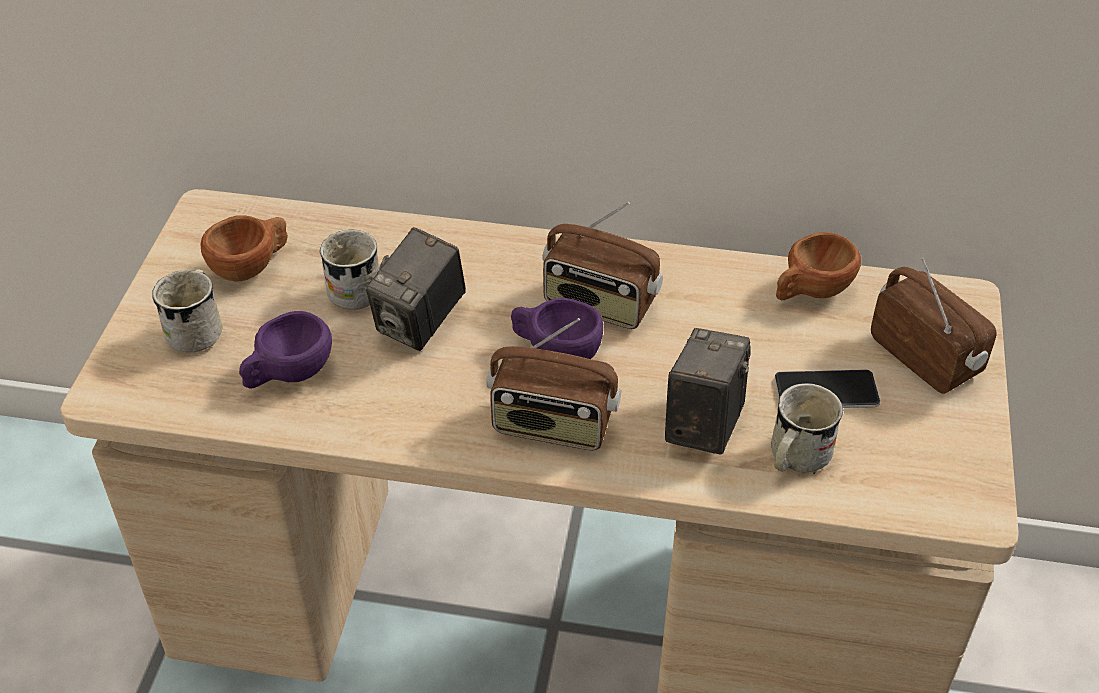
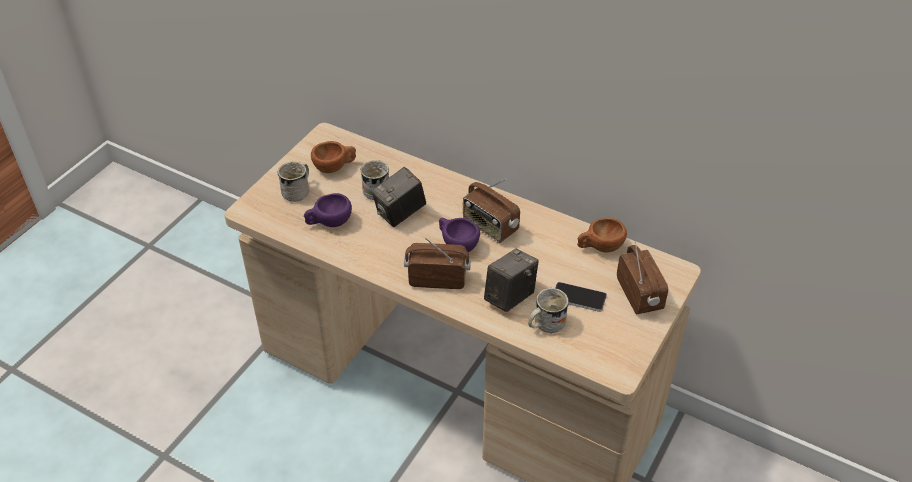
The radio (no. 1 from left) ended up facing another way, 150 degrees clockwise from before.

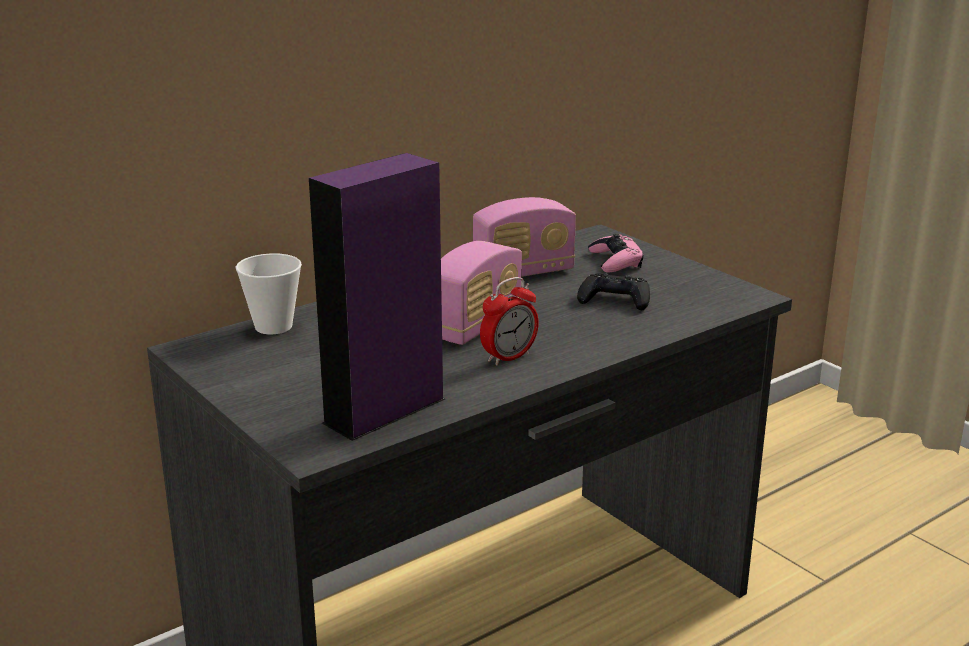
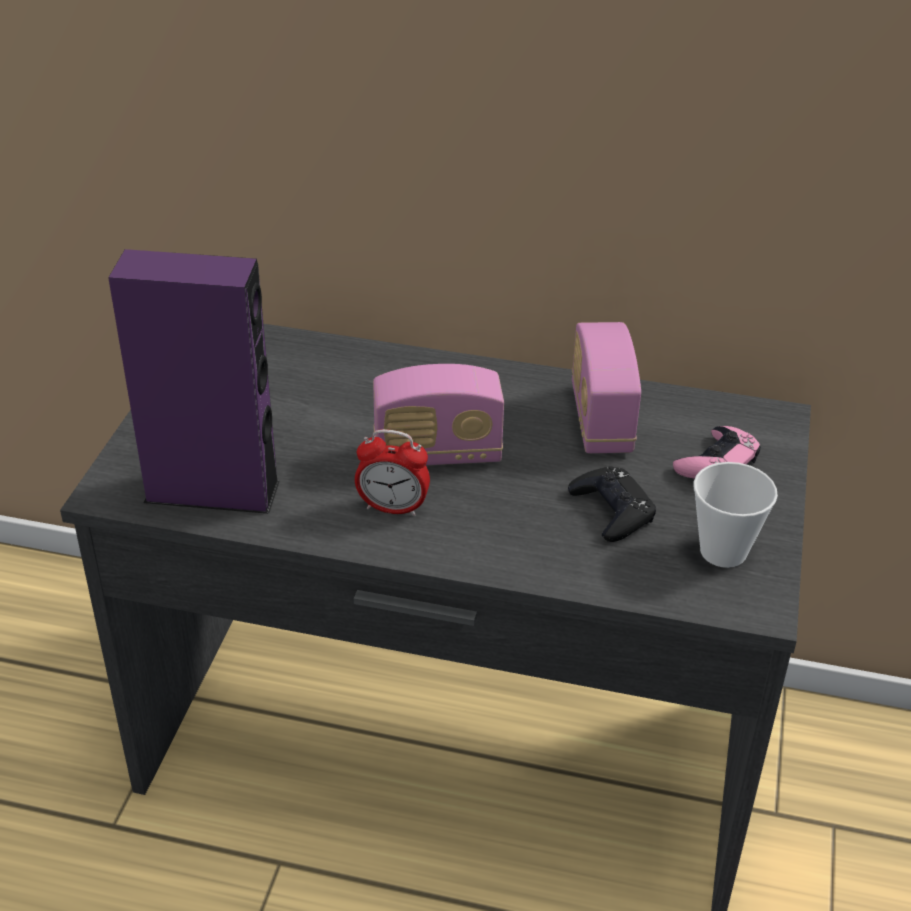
The filiżanka ended up elsewhere. The radio (no. 2 from left) ended up facing another way, 60 degrees clockwise from before.

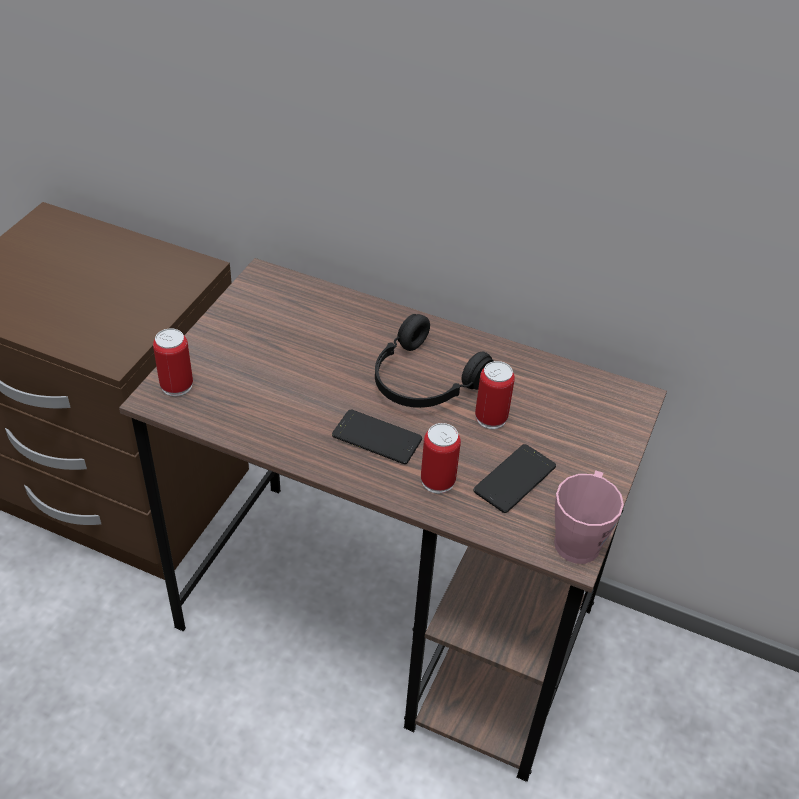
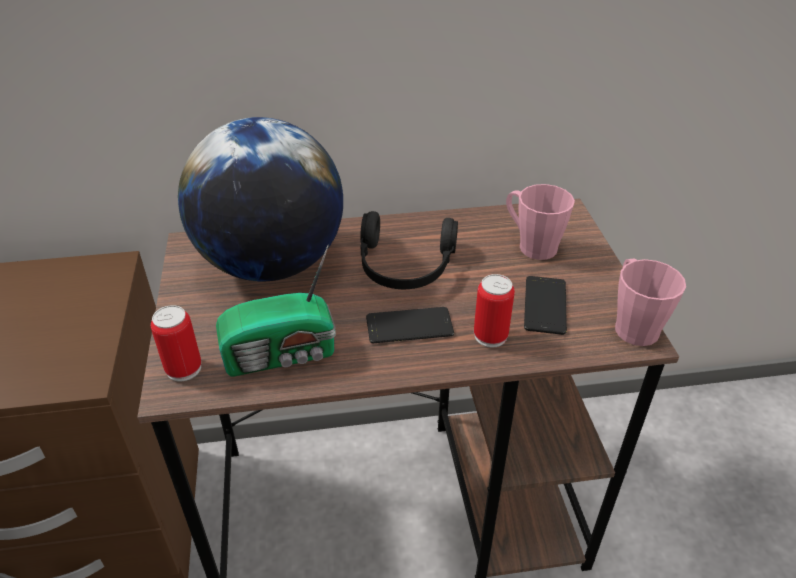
The second view lost the puszka (no. 3 from left). The second view gained the globus. The second view gained the radio. The second view gained the kubek [różowy] (no. 1 from left).

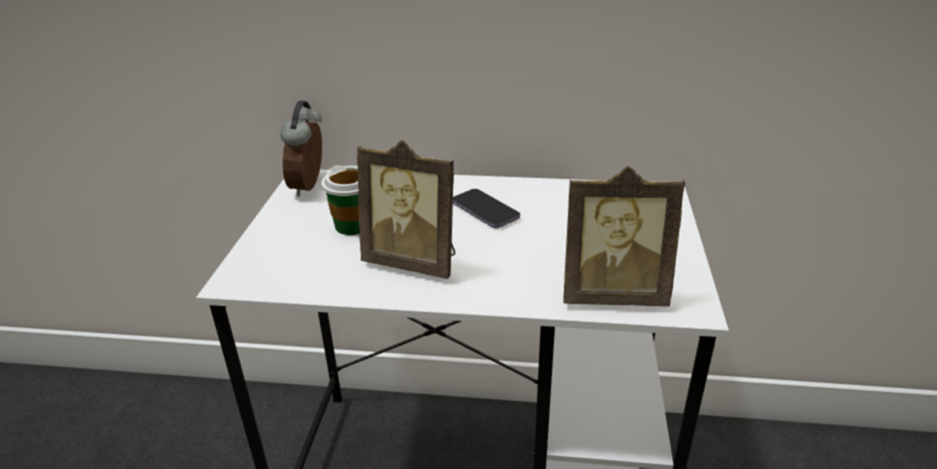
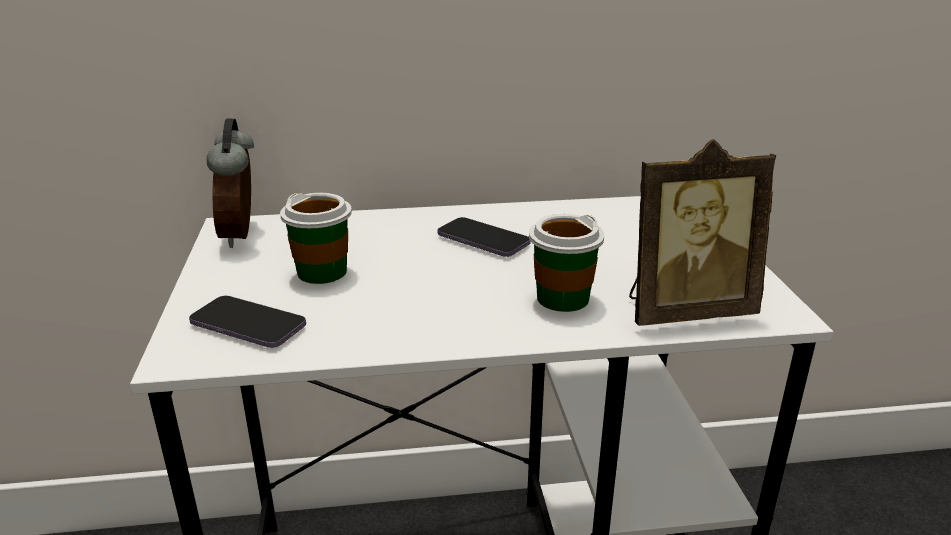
The second view lost the ramka na zdjęcie (no. 1 from left). The second view gained the telefon (no. 1 from left). The second view gained the filiżanka (no. 2 from left).

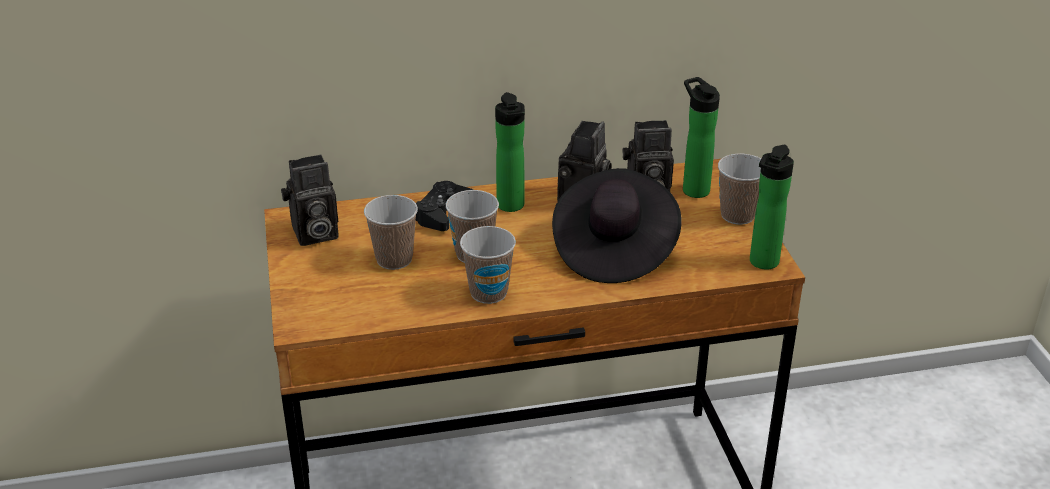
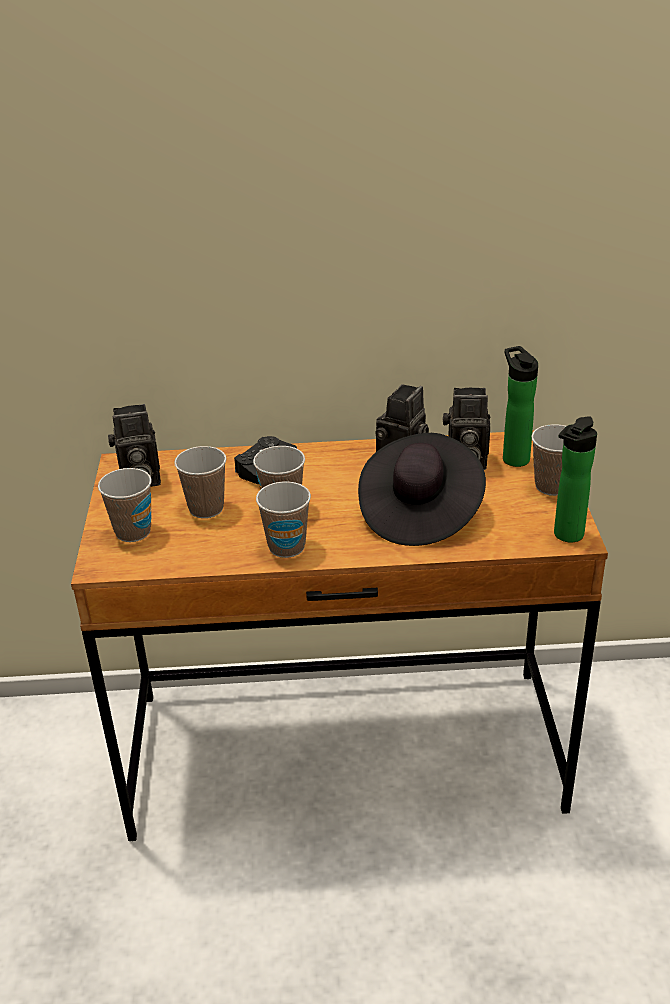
The second view lost the butelka (no. 1 from left). The second view gained the filiżanka (no. 1 from left).

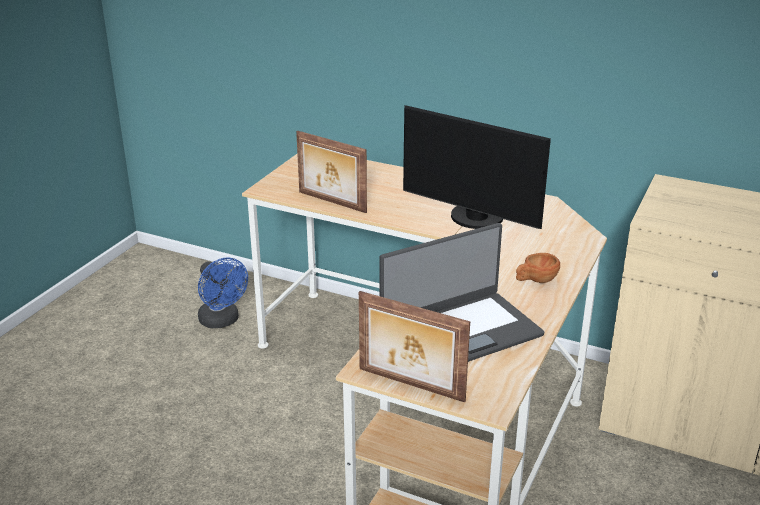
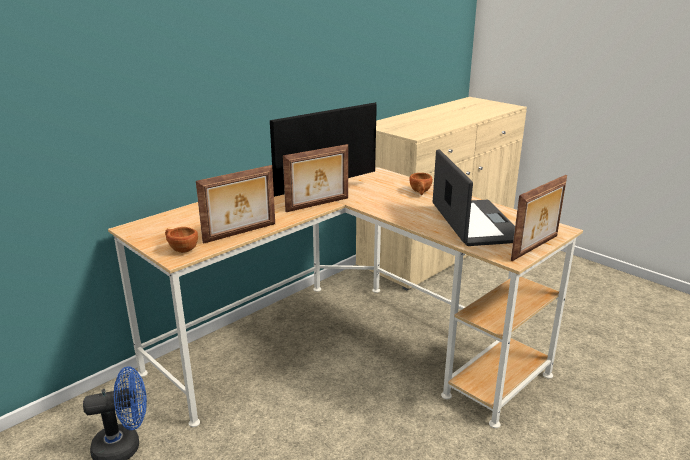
The second view gained the filiżanka [brązowy] (no. 1 from left). The second view gained the ramka na zdjęcie (no. 2 from left).

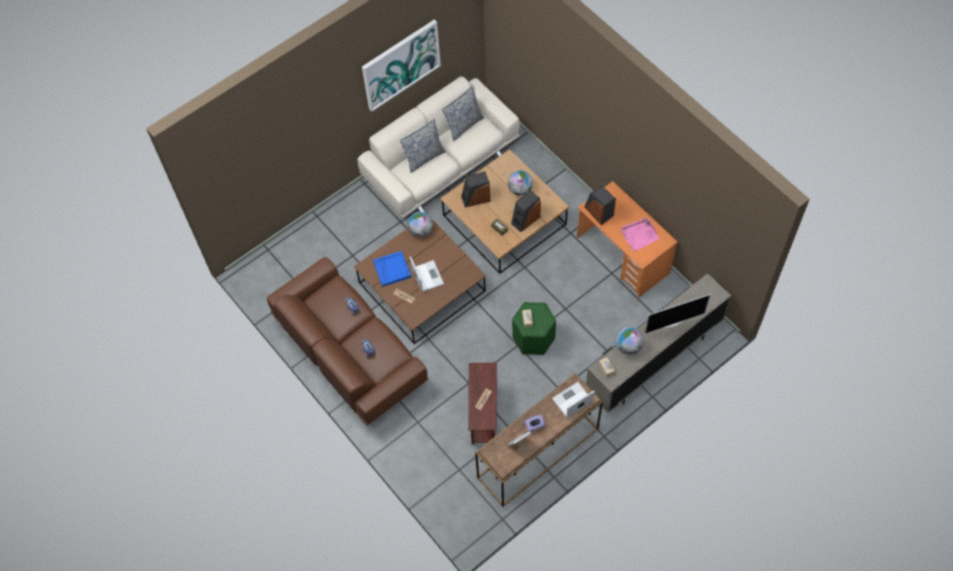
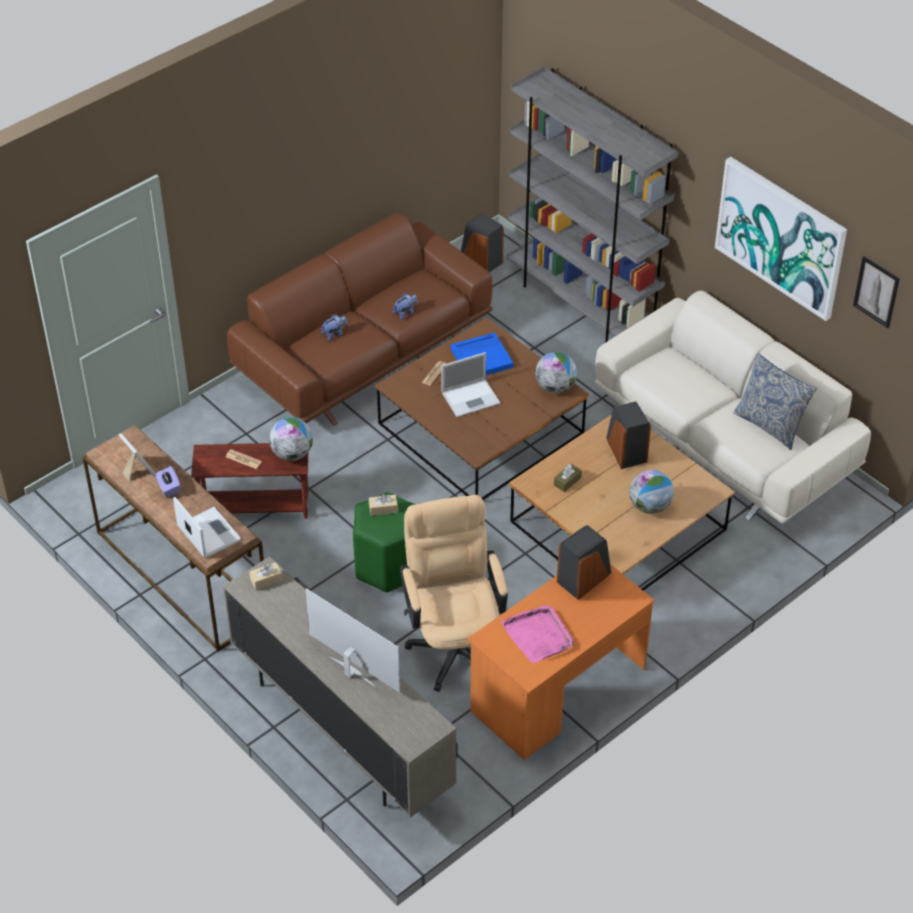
The second view lost the poduszka (no. 1 from left). The głośnik (no. 2 from left in the first image) ended up elsewhere. The globus (no. 3 from left in the first image) ended up elsewhere. The telewizor ended up facing another way, 150 degrees clockwise from before. The second view gained the krzesło biurowe [beżowy]. The second view gained the regał [szary]. The second view gained the obraz (no. 2 from left).

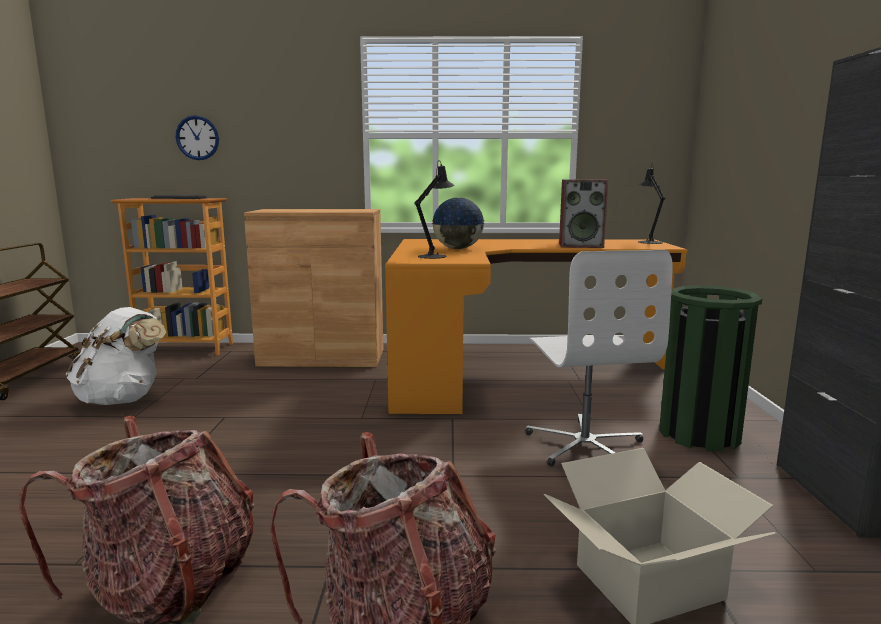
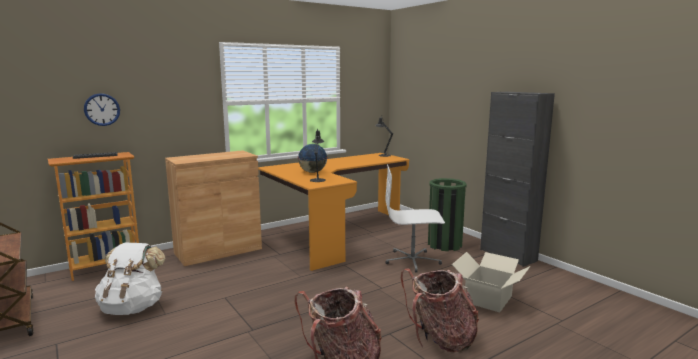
The krzesło biurowe [biały] ended up facing another way, 135 degrees clockwise from before. The second view lost the głośnik.

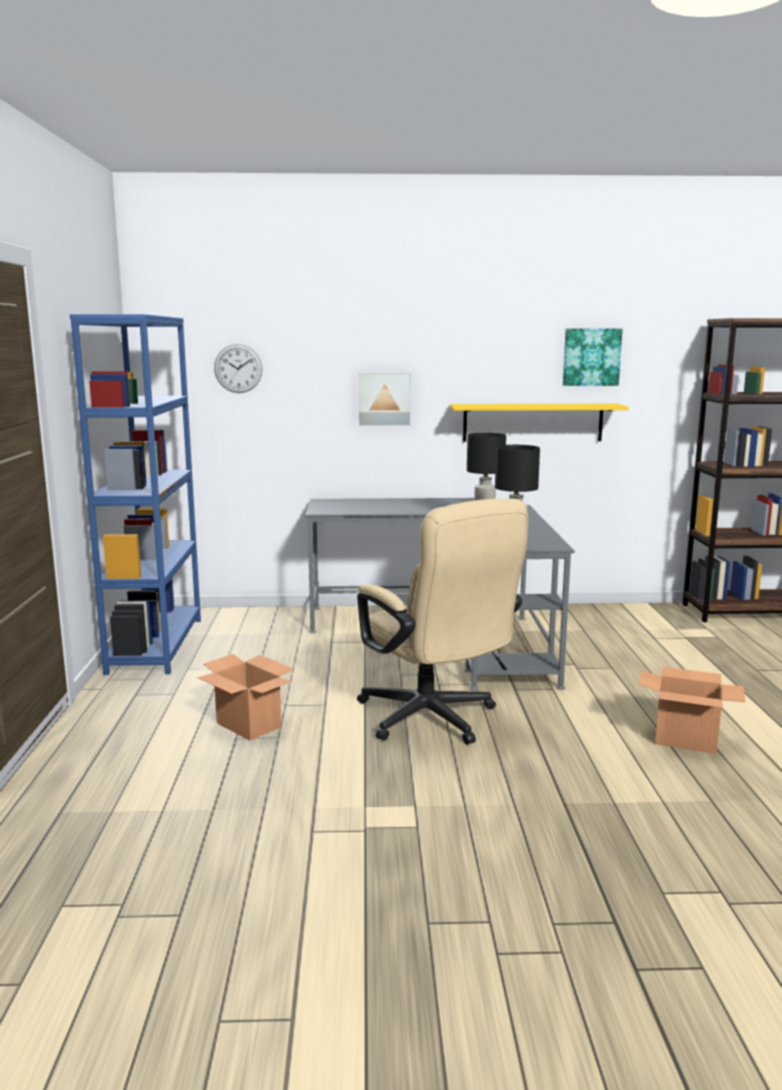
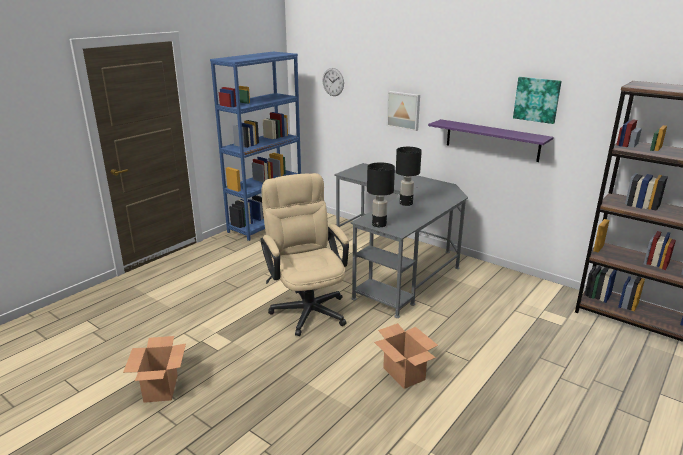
The karton (no. 1 from left) ended up elsewhere. The krzesło biurowe [beżowy] ended up facing another way, 150 degrees clockwise from before. What was the półka [żółty] turned into the półka [fioletowy].

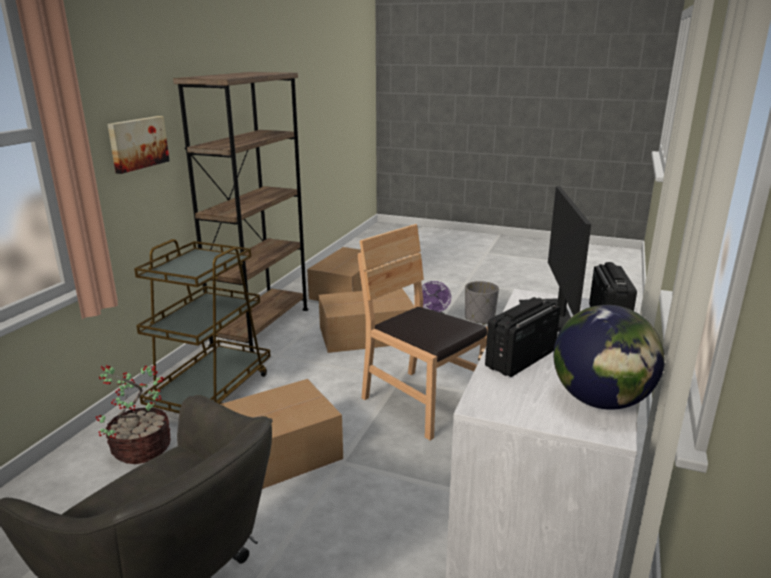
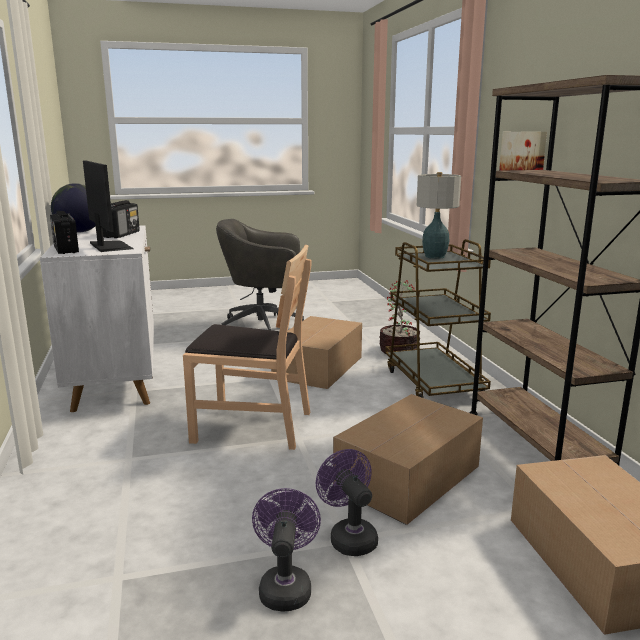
Where the donica [szary] stood, the wentylator [fioletowy] (no. 1 from left) came to stand. The second view gained the lampa stołowa.

